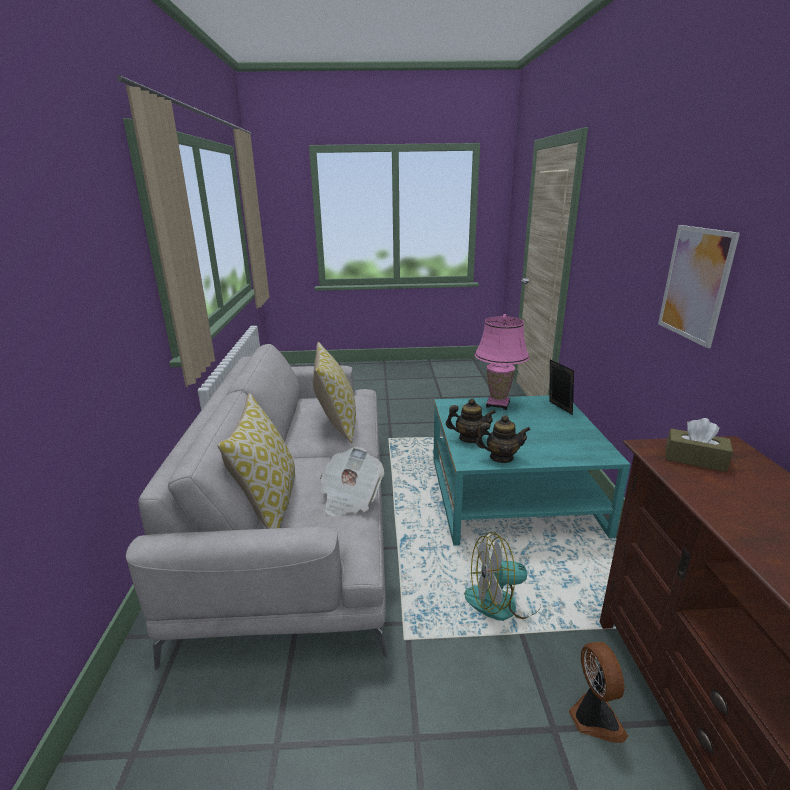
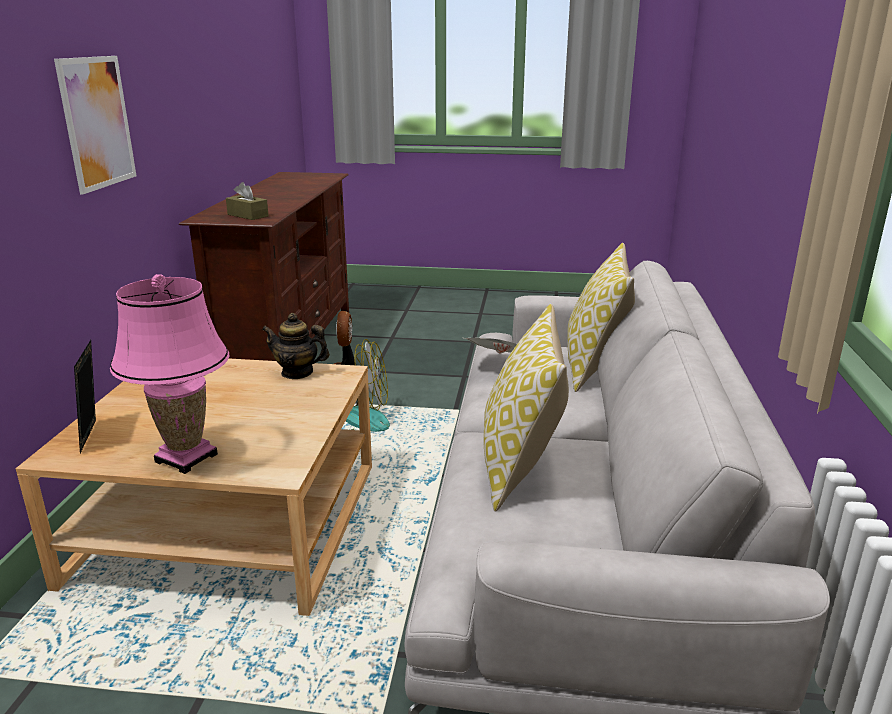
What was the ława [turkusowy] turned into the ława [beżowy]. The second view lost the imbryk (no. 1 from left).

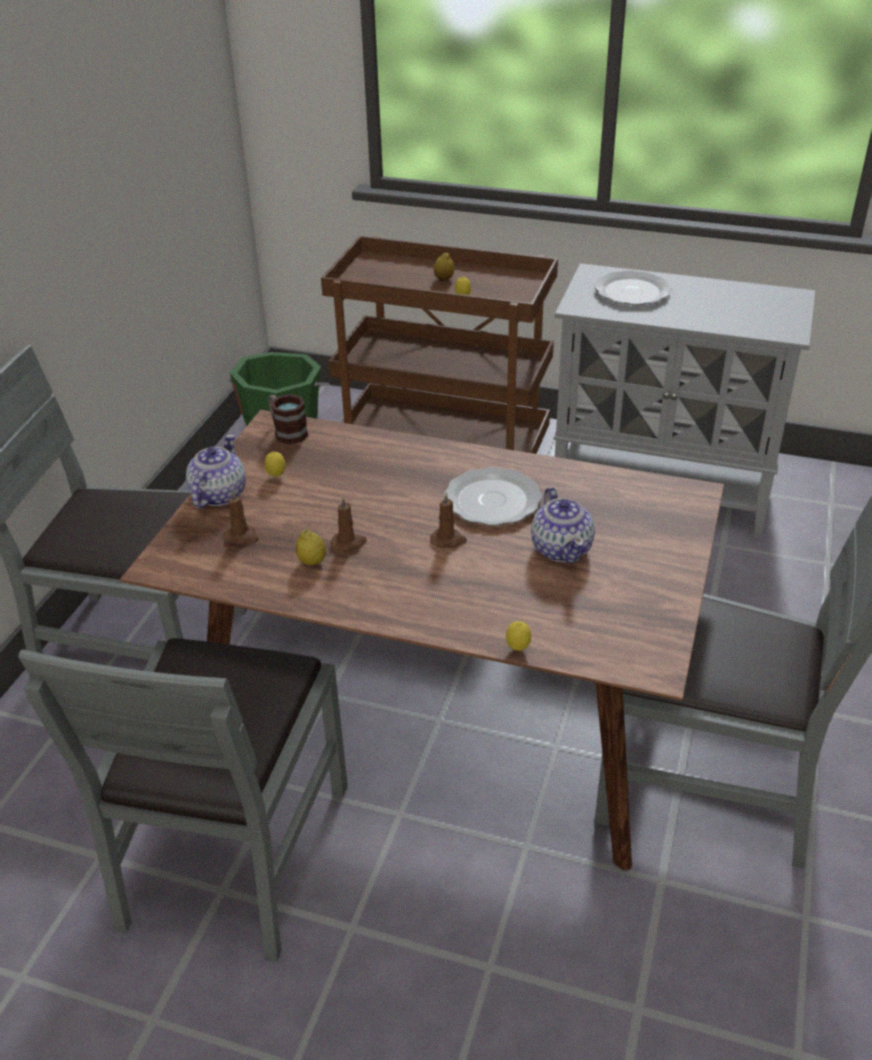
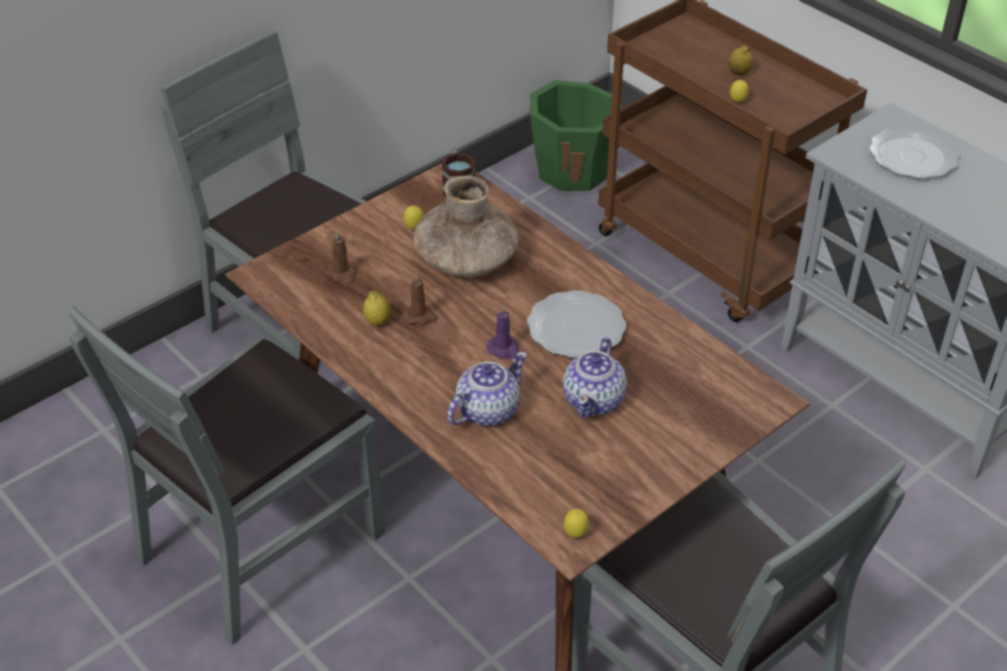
The imbryk (no. 1 from left) ended up elsewhere. What was the świeca [brązowy] (no. 3 from left) turned into the świeca [fioletowy]. The cytryna (no. 5 from left in the first image) ended up elsewhere. The second view gained the wazon [brązowy].

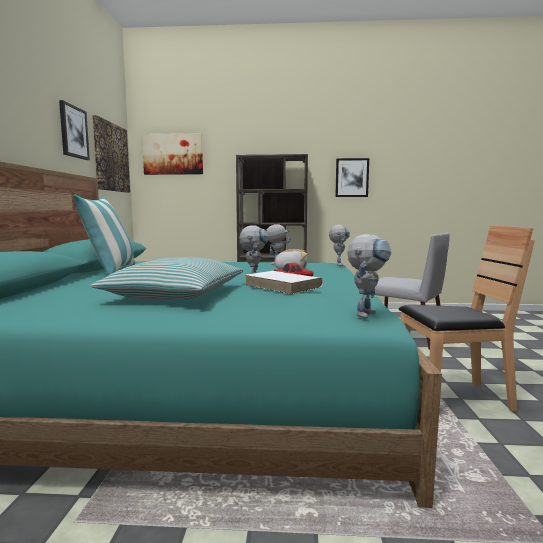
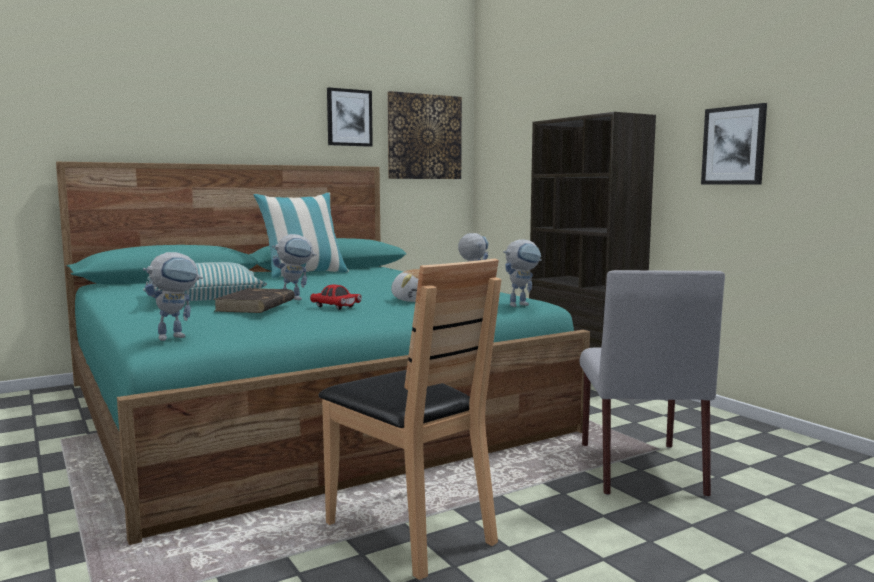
The second view lost the obraz (no. 3 from left). What was the książka [biały] turned into the książka [brązowy]. The robot zabawkowy (no. 4 from left in the first image) ended up facing another way, 45 degrees counterclockwise from before.

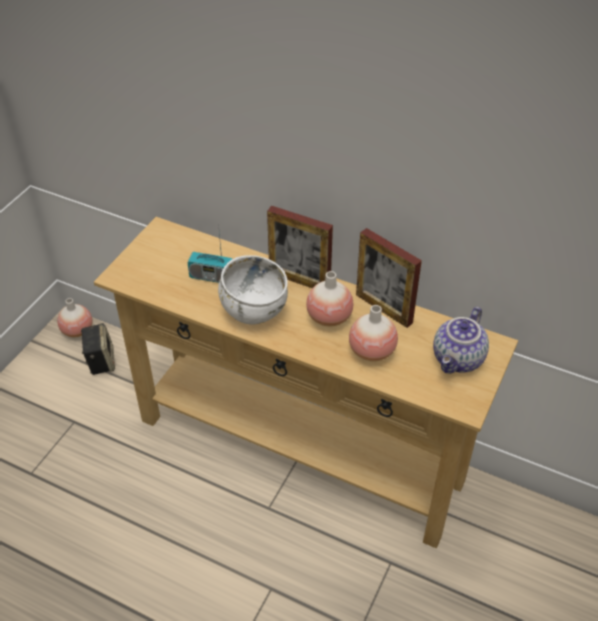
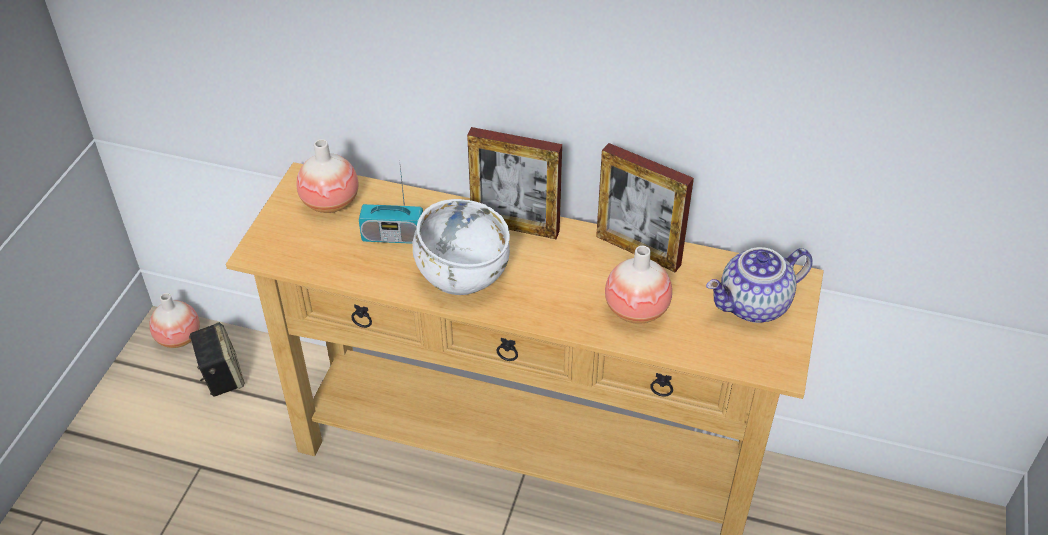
The wazon (no. 2 from left) ended up elsewhere. The imbryk ended up facing another way, 45 degrees clockwise from before.

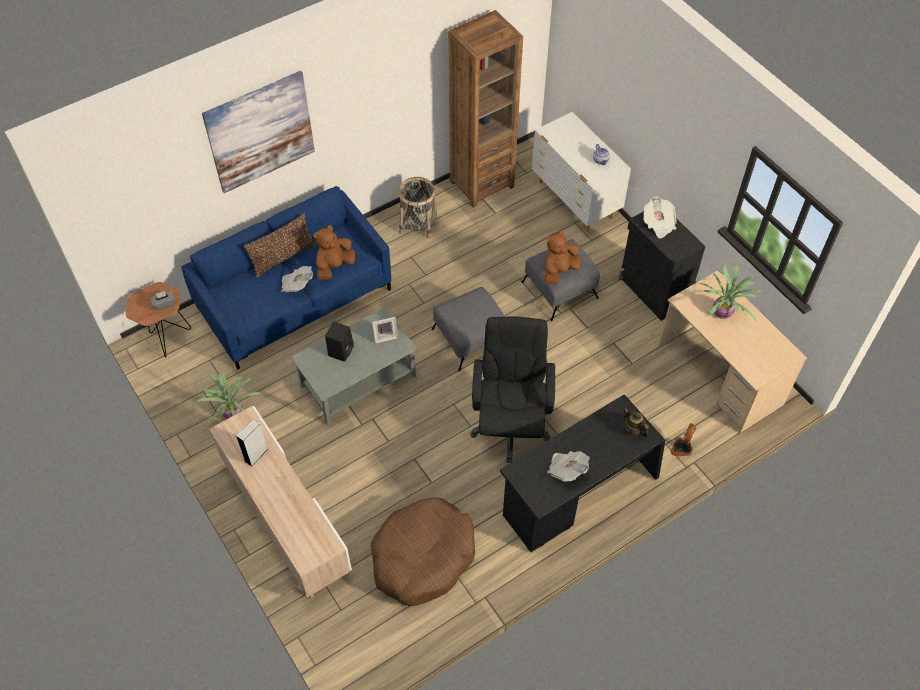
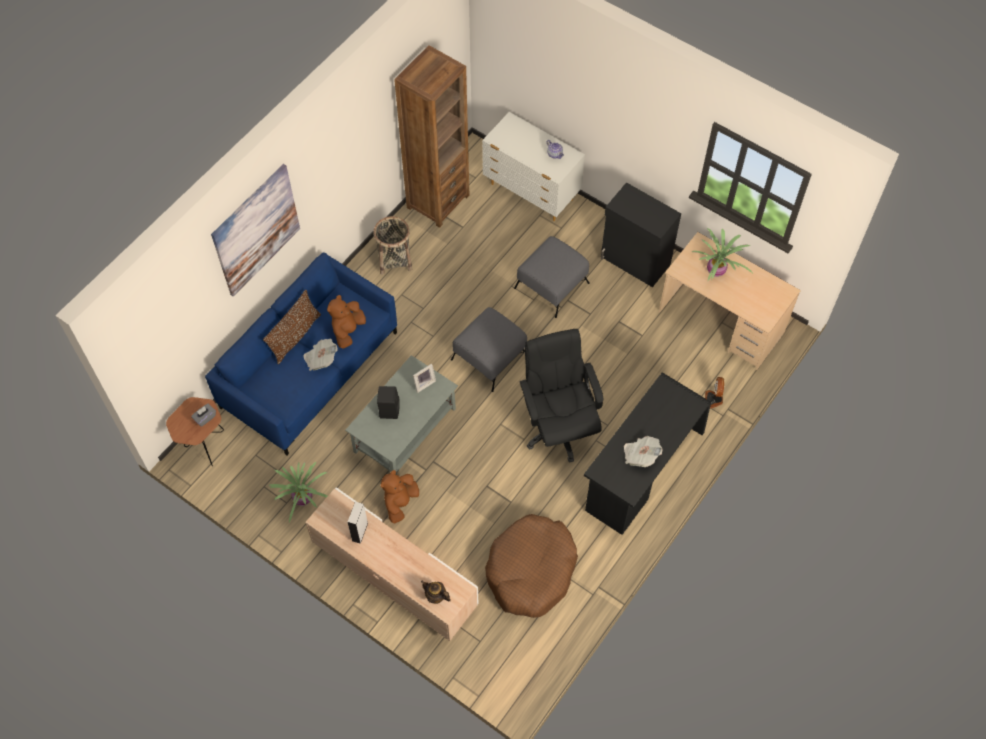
The pluszak [brązowy] (no. 2 from left) ended up elsewhere. The imbryk (no. 2 from left in the first image) ended up elsewhere. The second view lost the gazeta (no. 3 from left).

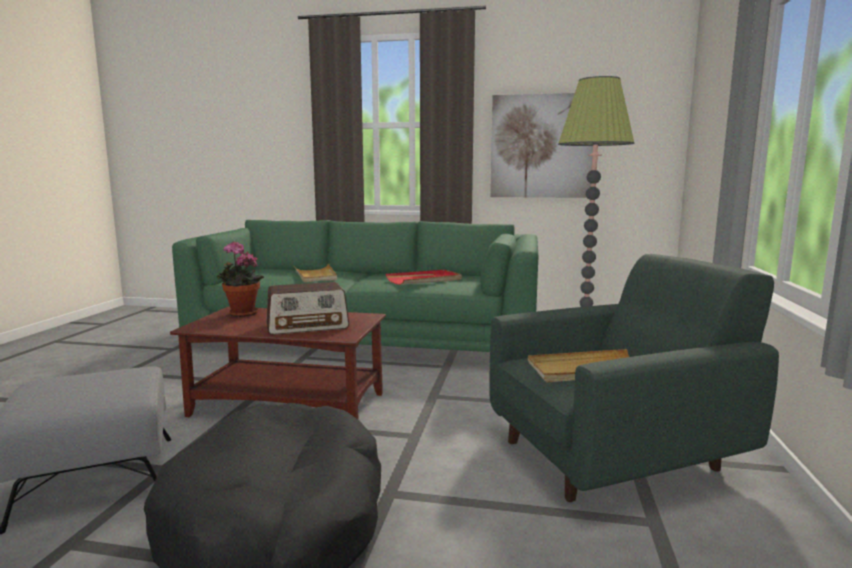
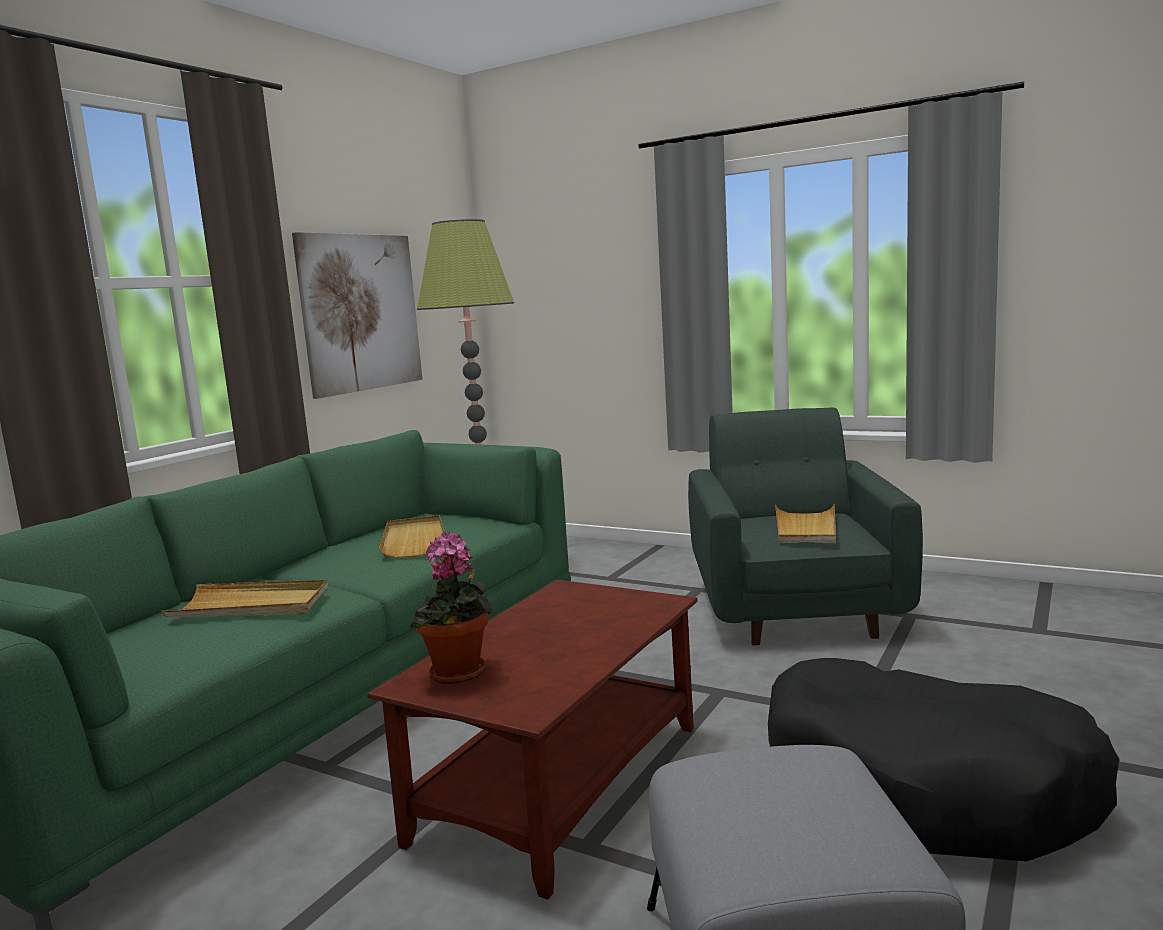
The second view lost the radio. What was the taca [czerwony] turned into the taca [beżowy] (no. 2 from left).

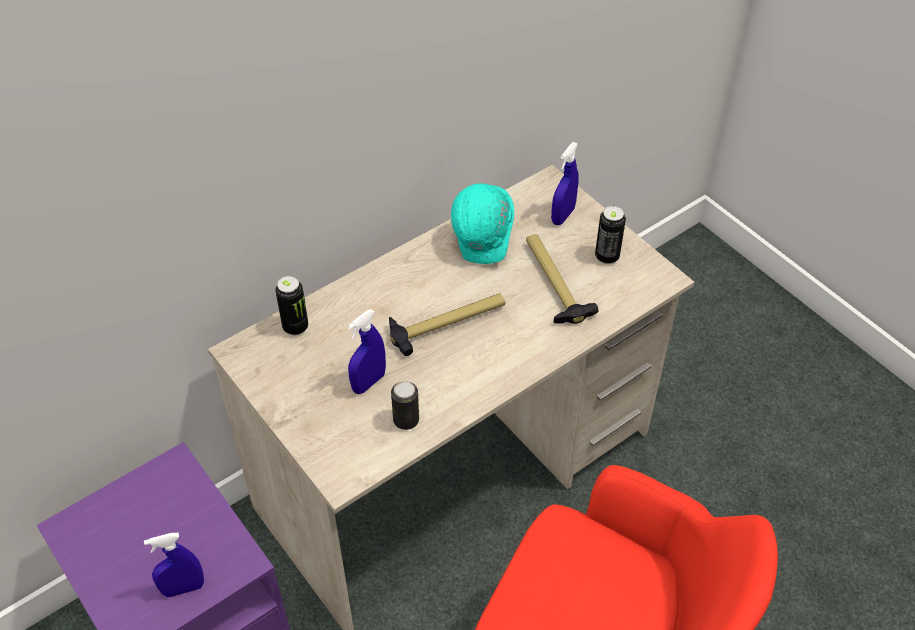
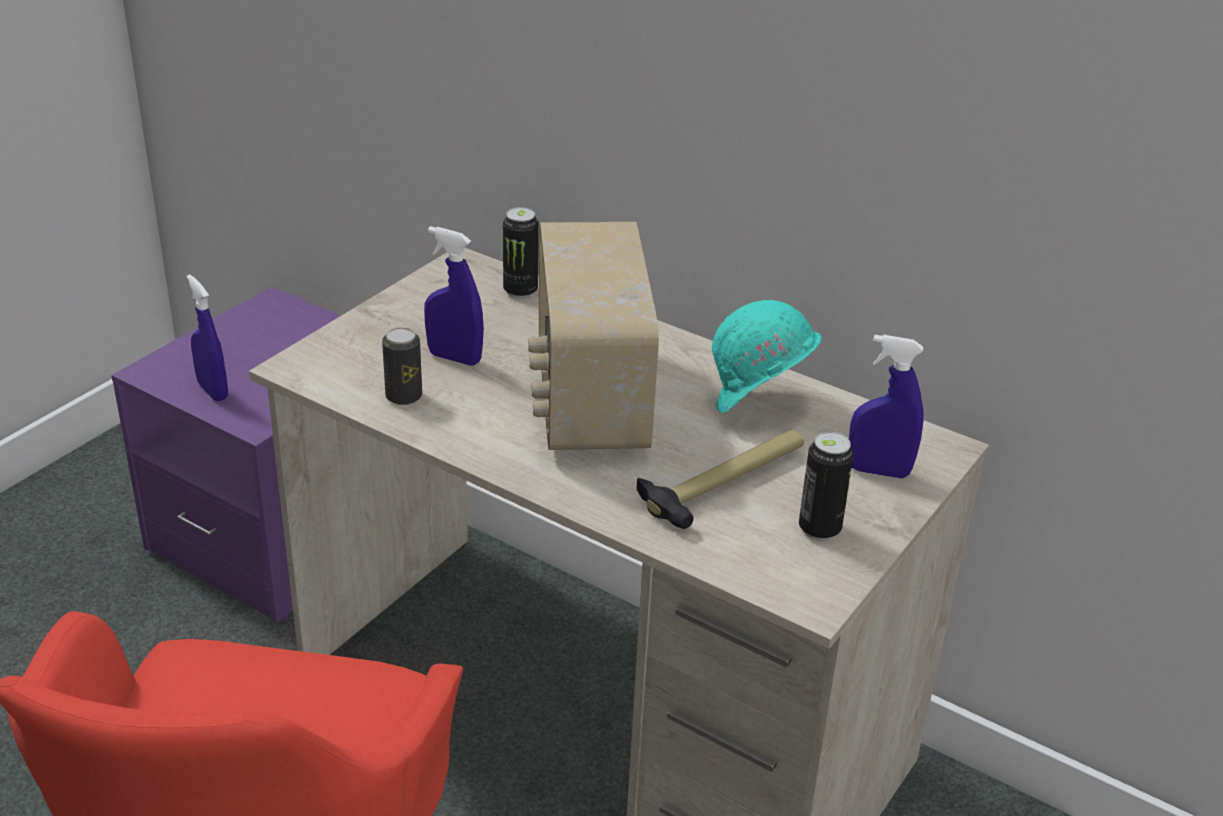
Where the młotek (no. 1 from left) stood, the radio came to stand.

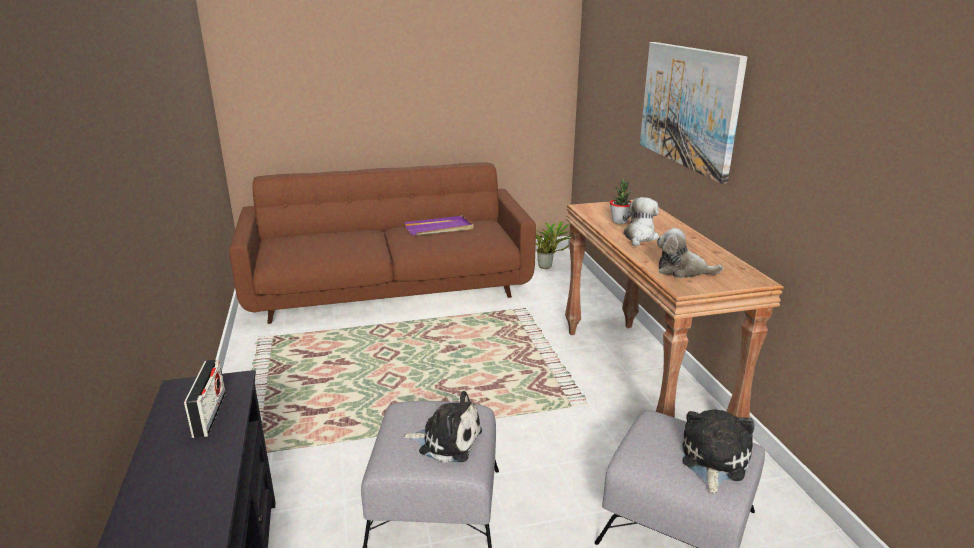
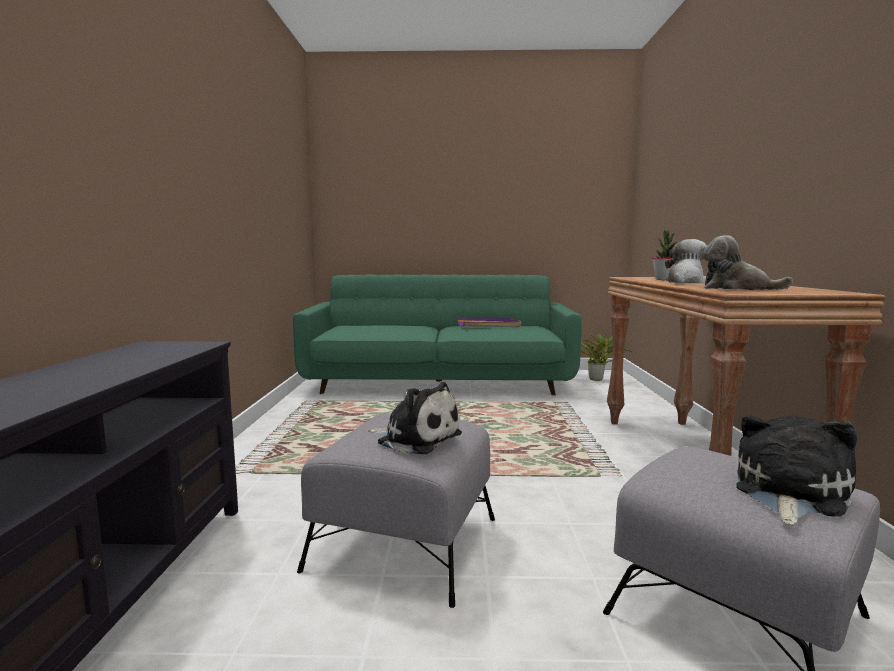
The second view lost the radio. What was the kanapa [brązowy] turned into the kanapa [zielony]. The second view lost the obraz.

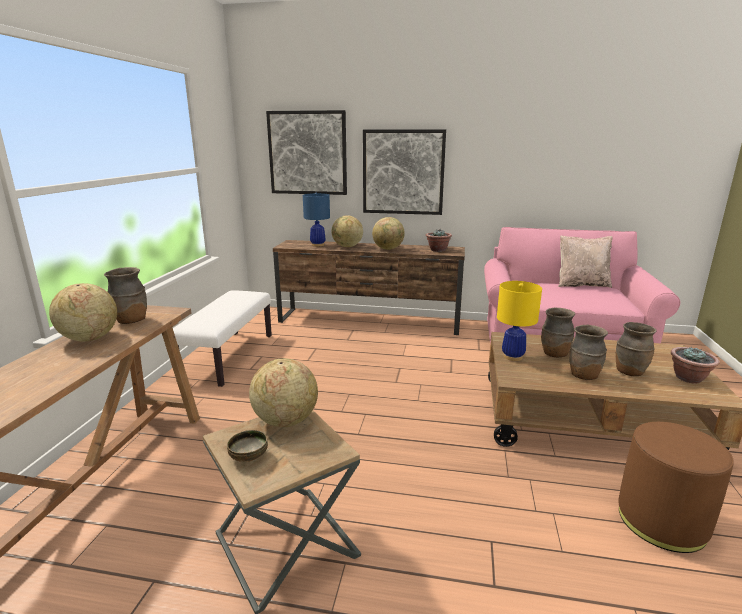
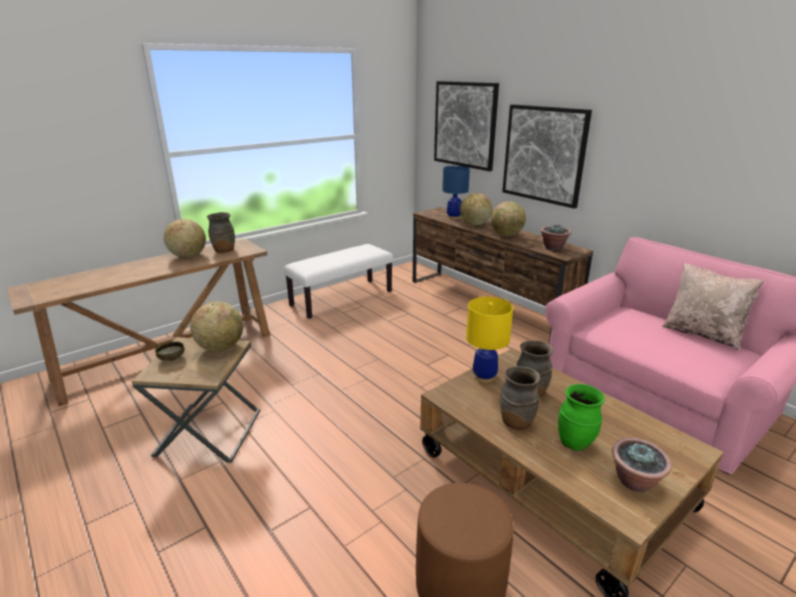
What was the wazon [brązowy] (no. 4 from left) turned into the wazon [zielony].

